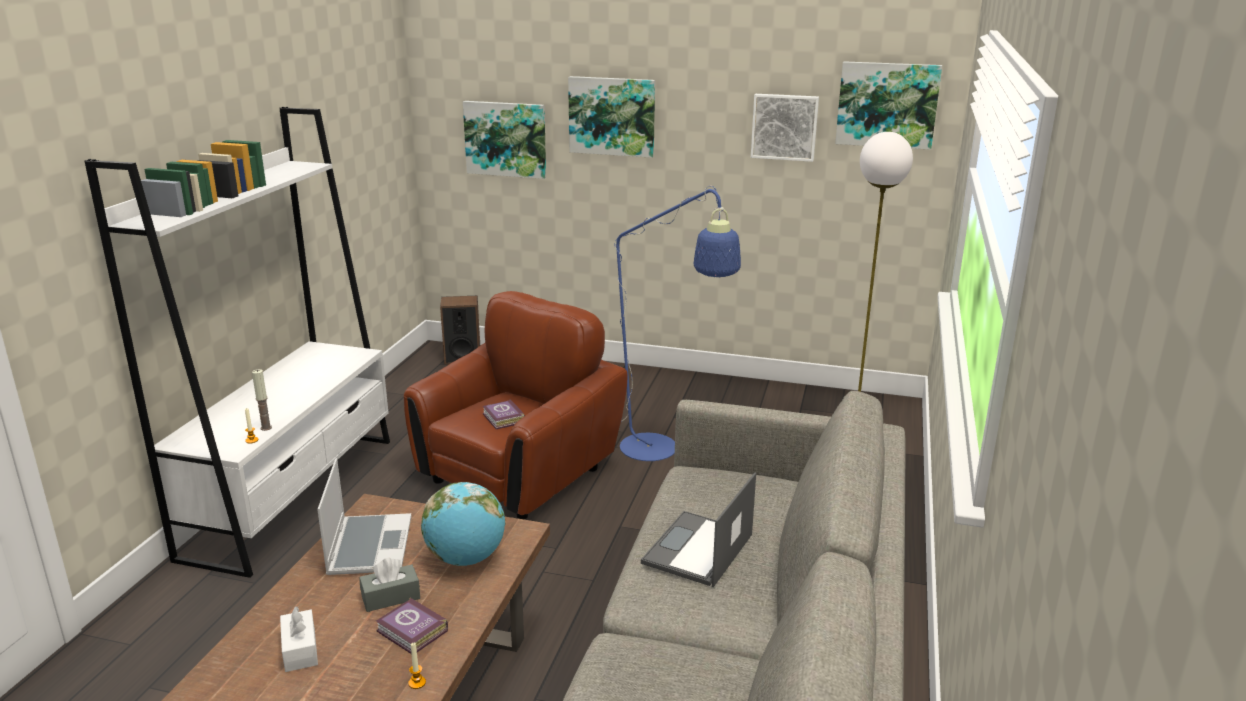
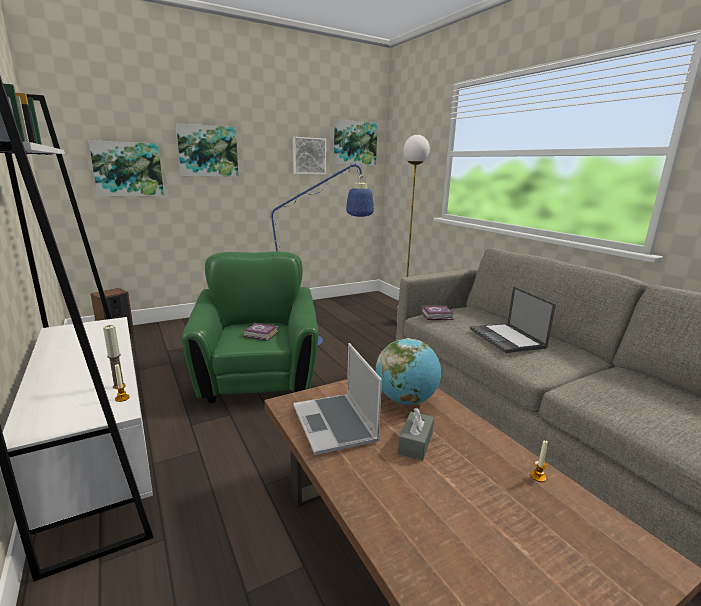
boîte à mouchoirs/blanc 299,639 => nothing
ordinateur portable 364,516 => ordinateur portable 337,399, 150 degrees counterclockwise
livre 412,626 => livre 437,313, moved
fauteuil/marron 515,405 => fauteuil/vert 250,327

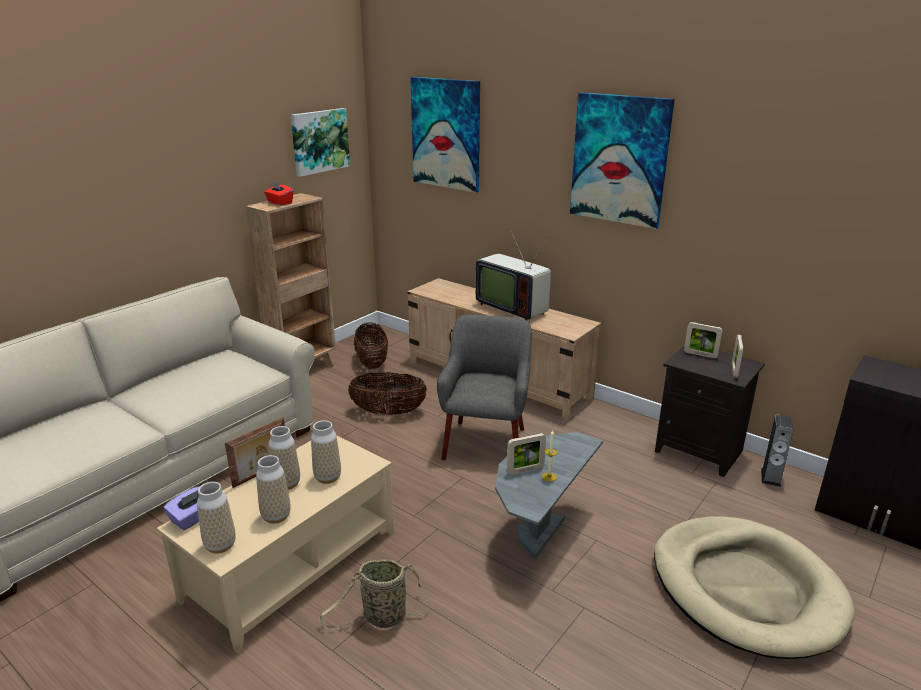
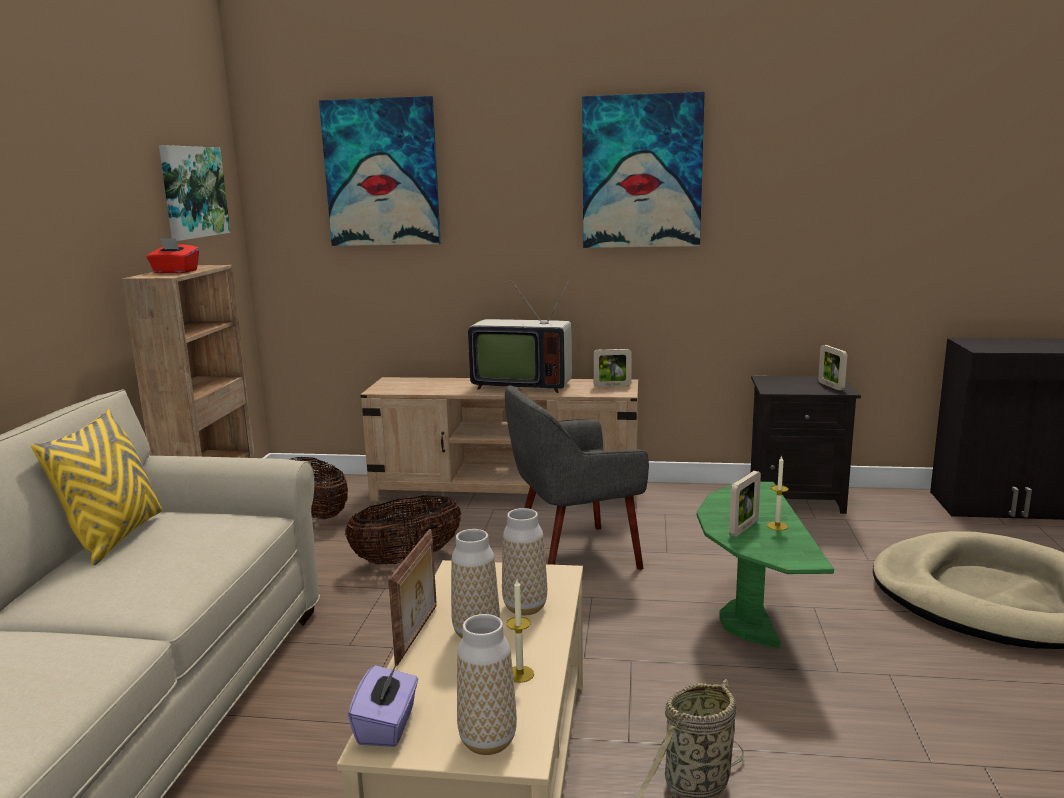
vase 273,489 => bougie 520,631
fauteuil/gris 484,387 => fauteuil/gris 577,477, 90 degrees counterclockwise
table d'appoint/gris 549,495 => table d'appoint/vert 765,565
cadre photo 703,340 => cadre photo 612,368, moved
enceinte 777,450 => nothing
nothing => coussin/jaune 96,487

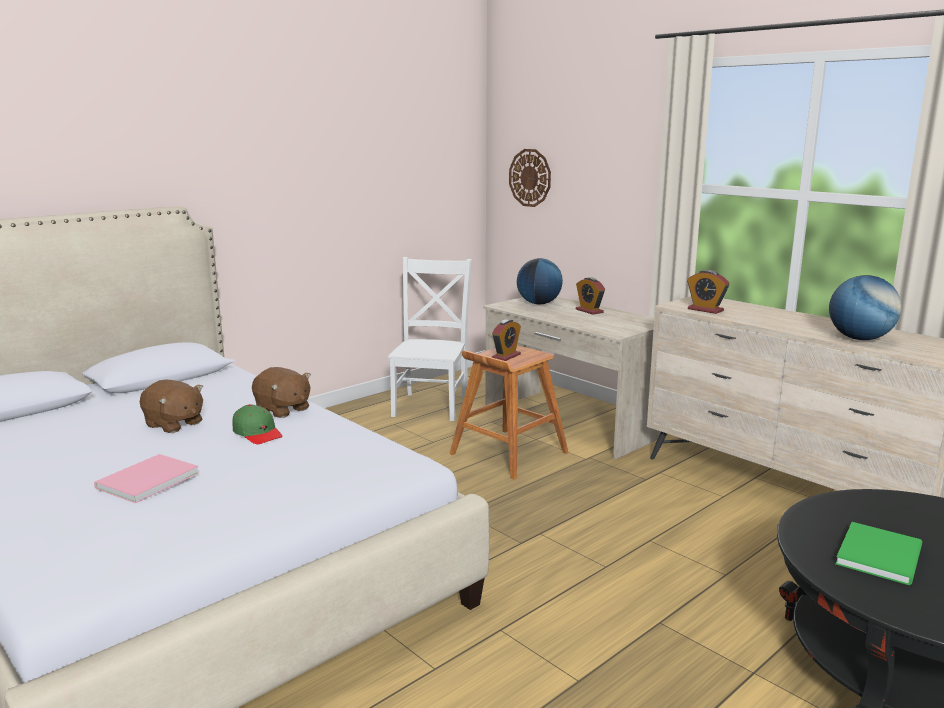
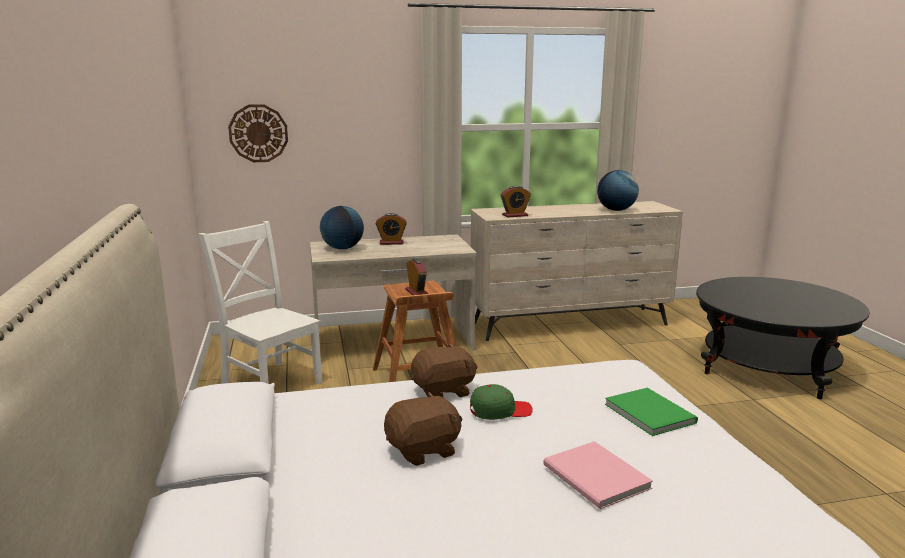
livre/vert 878,553 => livre/vert 651,412, moved

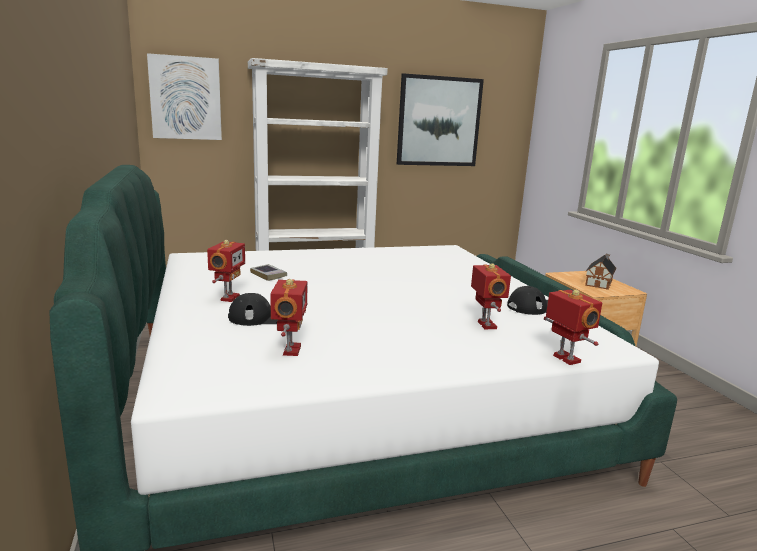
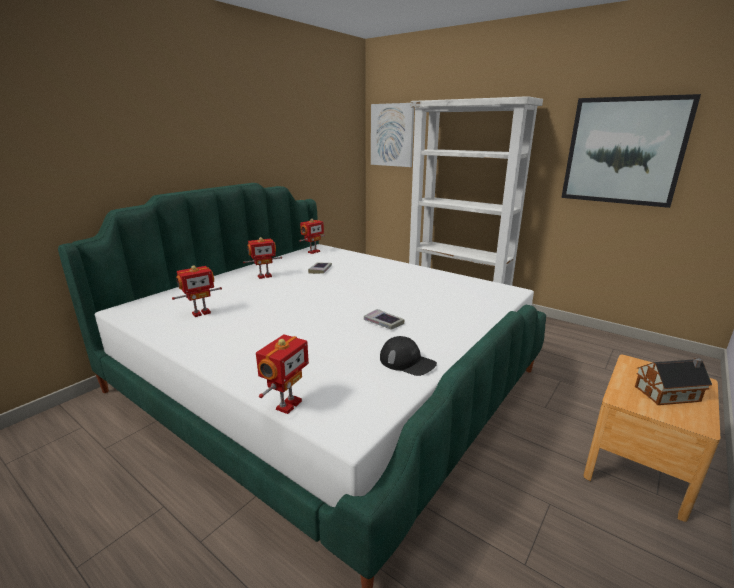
casquette/noir 252,309 => nothing
robot jouet 491,296 => robot jouet 312,236, moved
nothing => livre 384,319

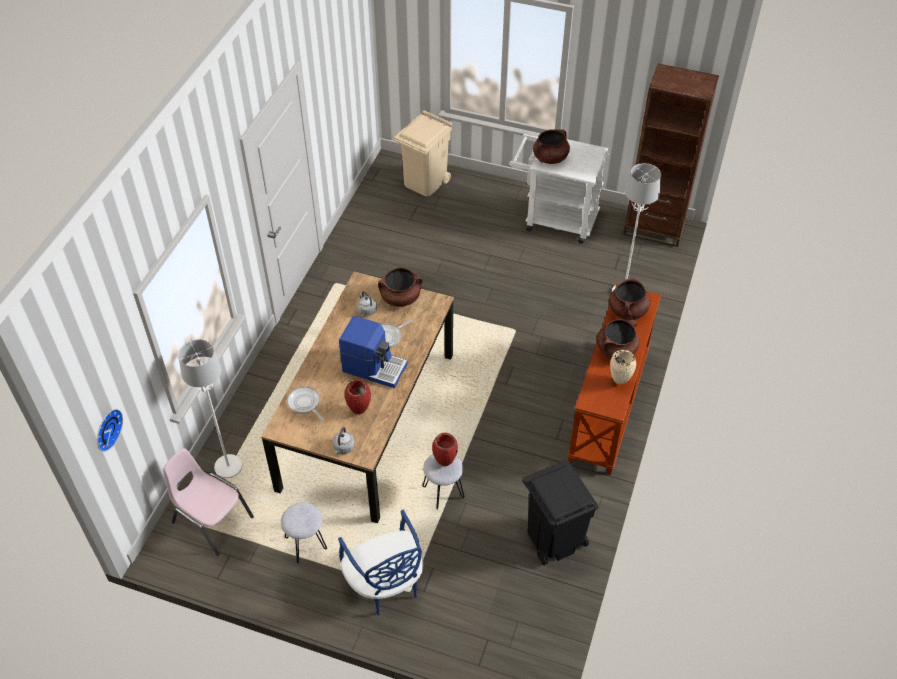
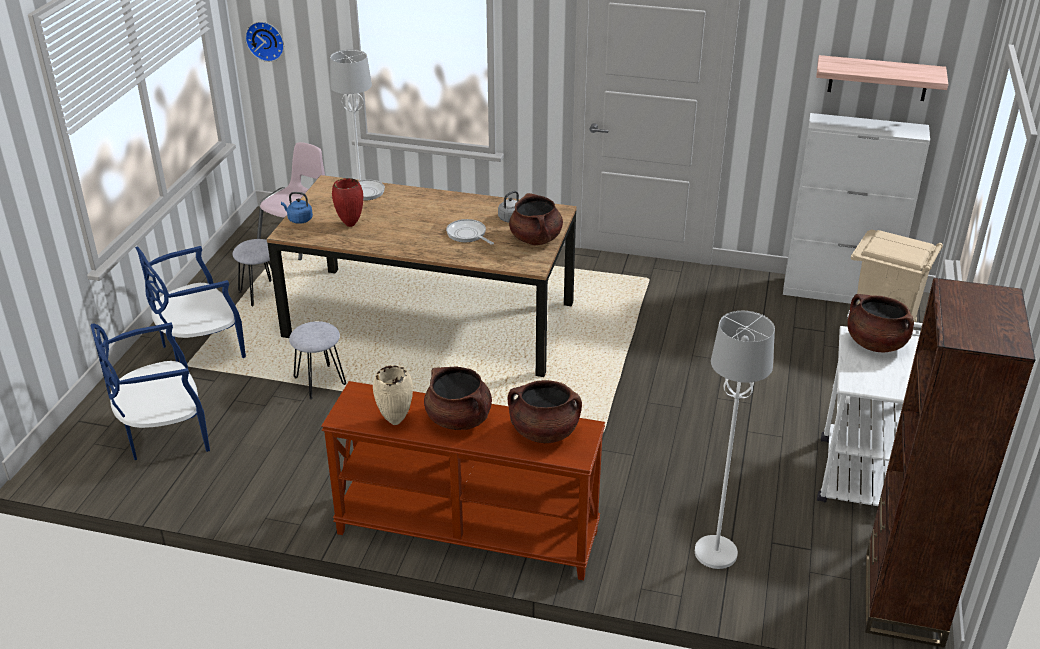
bouilloire/gris 344,440 => bouilloire/bleu 297,208
machine à café 373,352 => nothing
vase/rouge 445,449 => nothing
poubelle/noir 560,512 => nothing
nothing => chaise/bleu 150,391
nothing => meuble de rangement/blanc 856,208
nothing => étagère 882,78

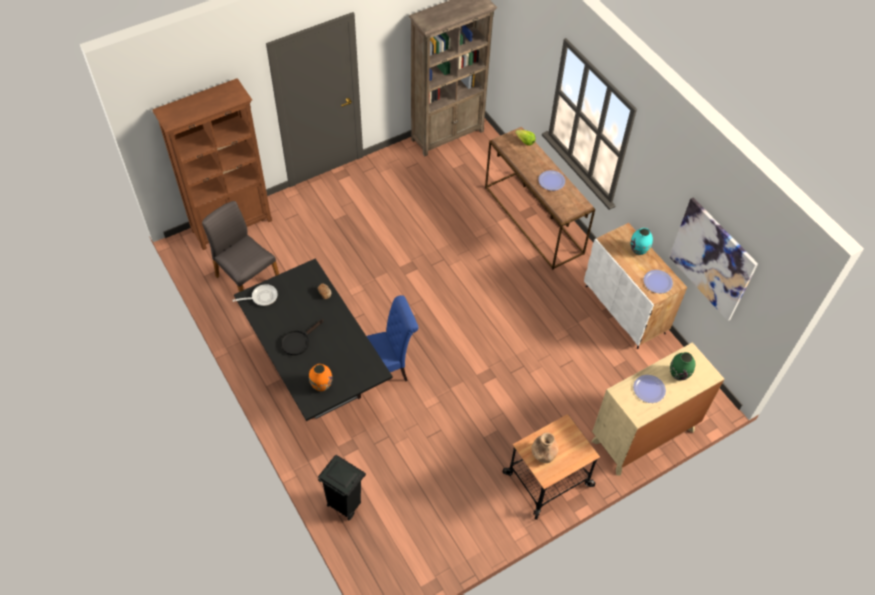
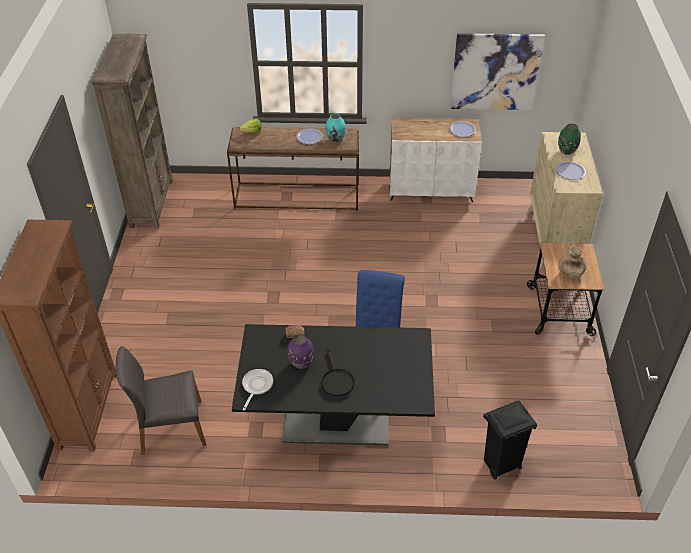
vase/orange 320,377 => nothing
vase/turquoise 642,241 => vase/turquoise 336,128, moved
nothing => vase/violet 301,351

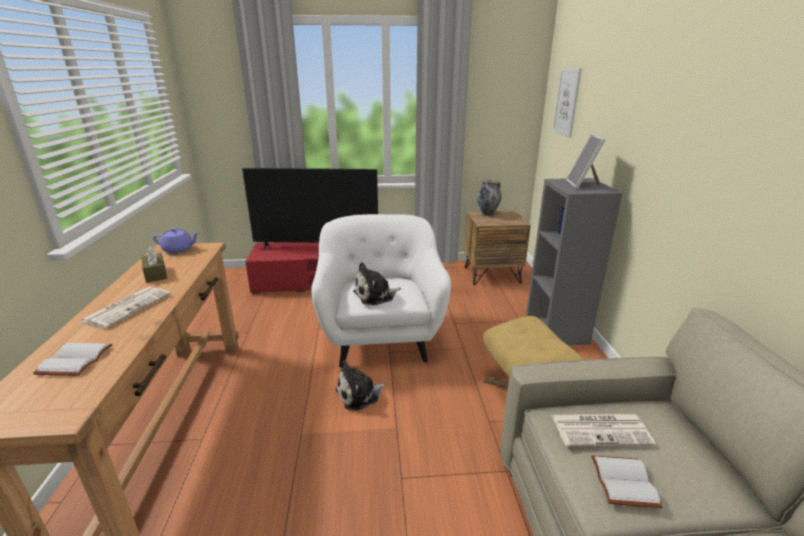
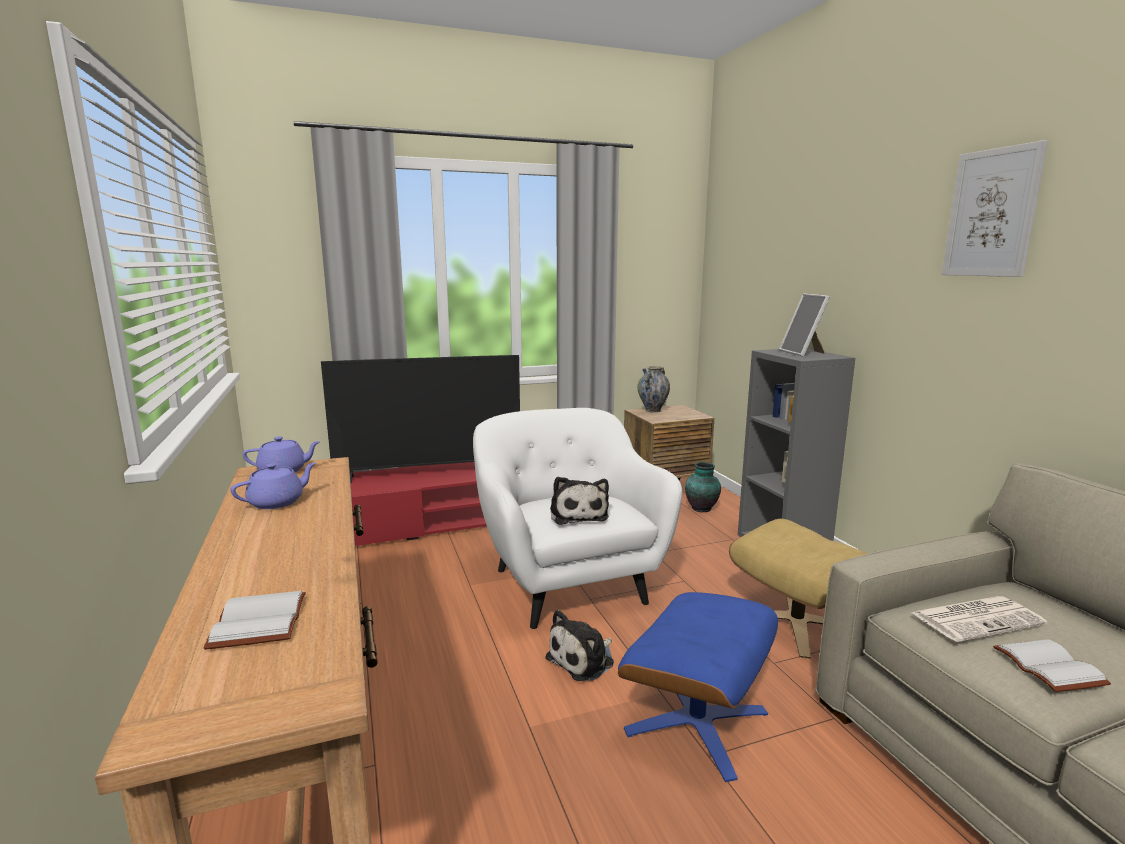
journal 125,308 => nothing
boîte à mouchoirs/marron 154,264 => théière/violet 274,485
peluche 377,284 => peluche 579,501, 60 degrees counterclockwise
tableau 567,102 => tableau 995,208, moved
nothing => pouf/bleu 698,687
nothing => vase 703,487

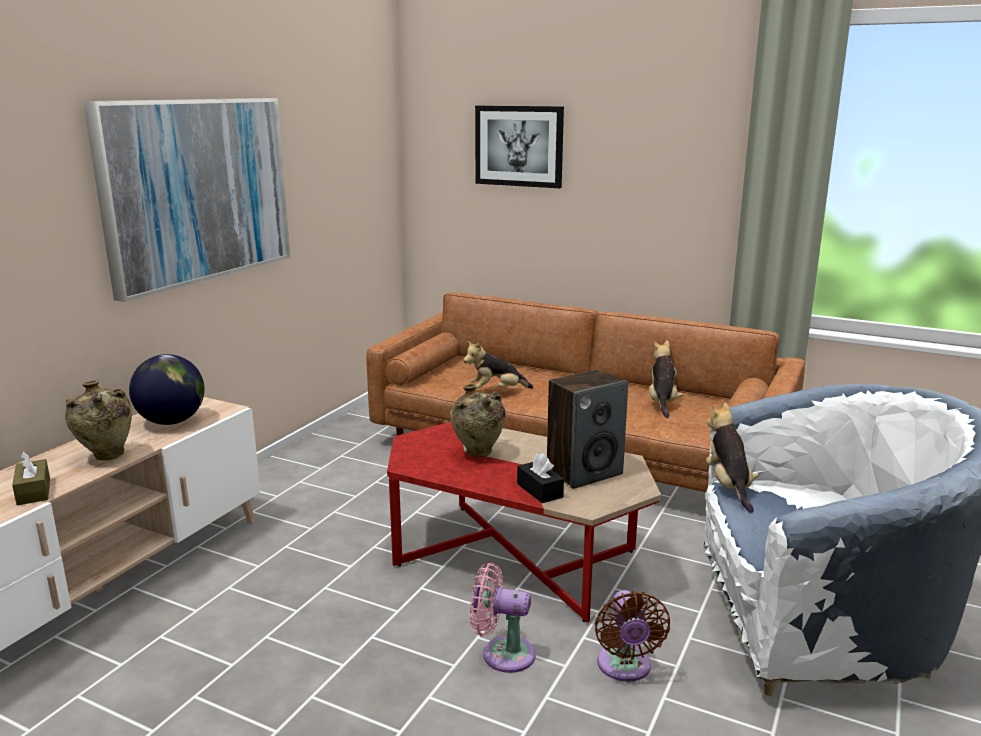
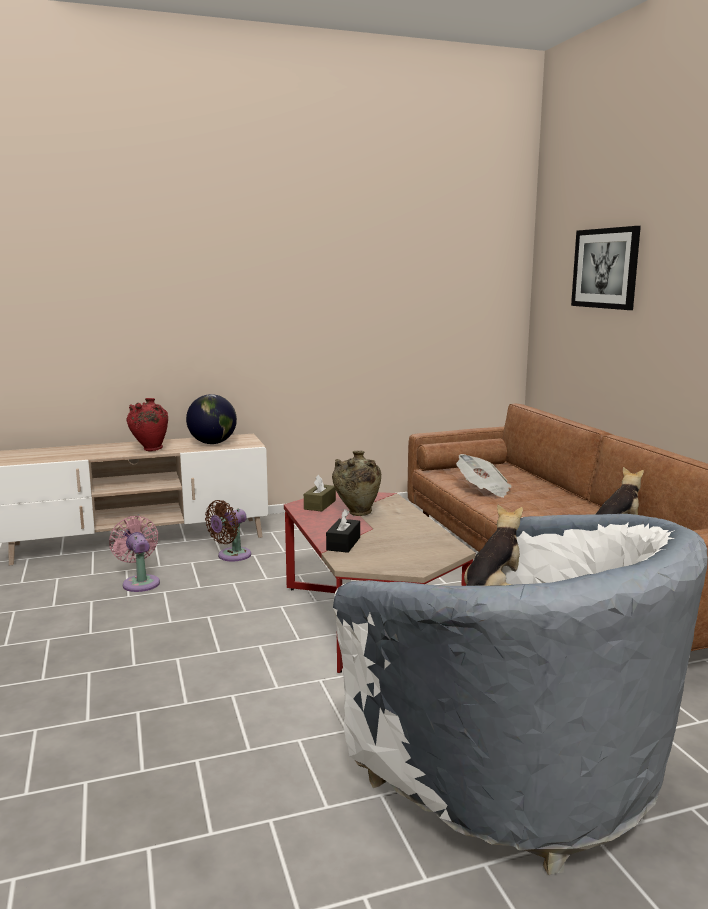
boîte à mouchoirs/marron 31,478 => boîte à mouchoirs/marron 320,493, moved
vase/beige 98,420 => vase/rouge 147,424
tableau 186,200 => nothing
peluche 498,365 => journal 483,476
ventilateur/rose 503,618 => ventilateur/rose 134,554, moved
enceinte 587,429 => nothing
ventilateur/marron 632,636 => ventilateur/marron 228,530, moved

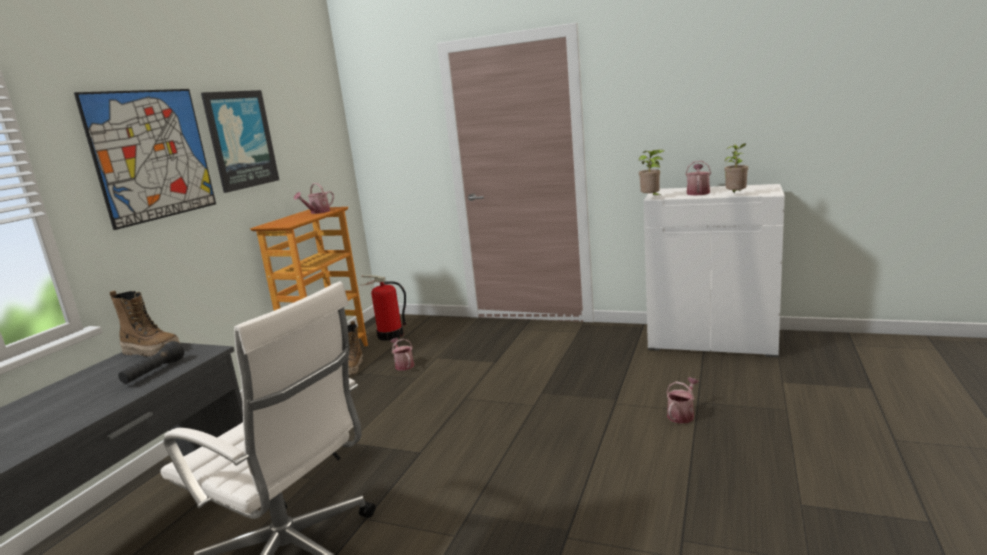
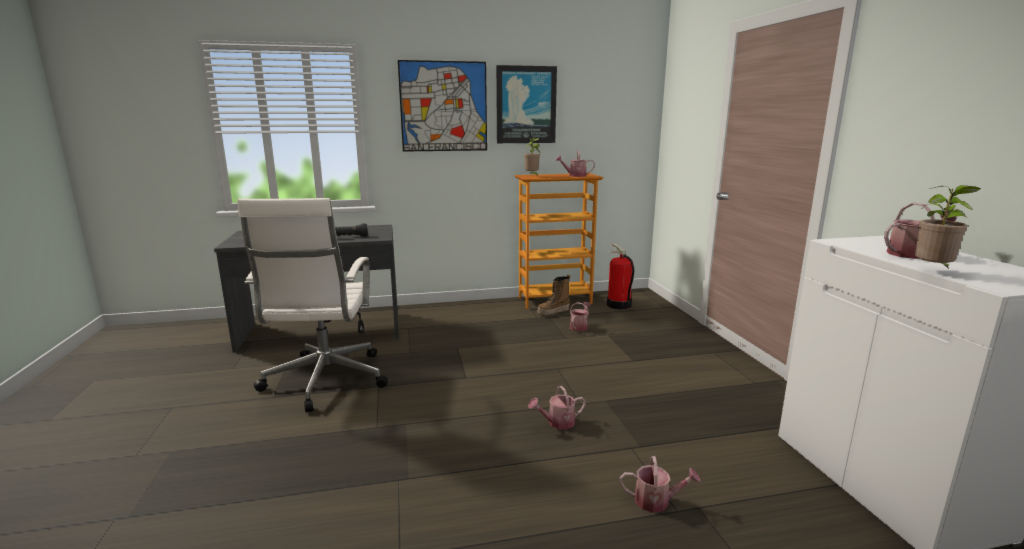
botte 145,323 => nothing
plante en pot 652,172 => plante en pot 532,157, moved
nothing => arrosoir 557,407

